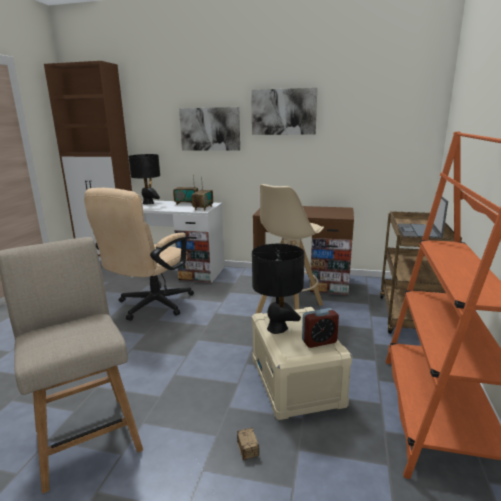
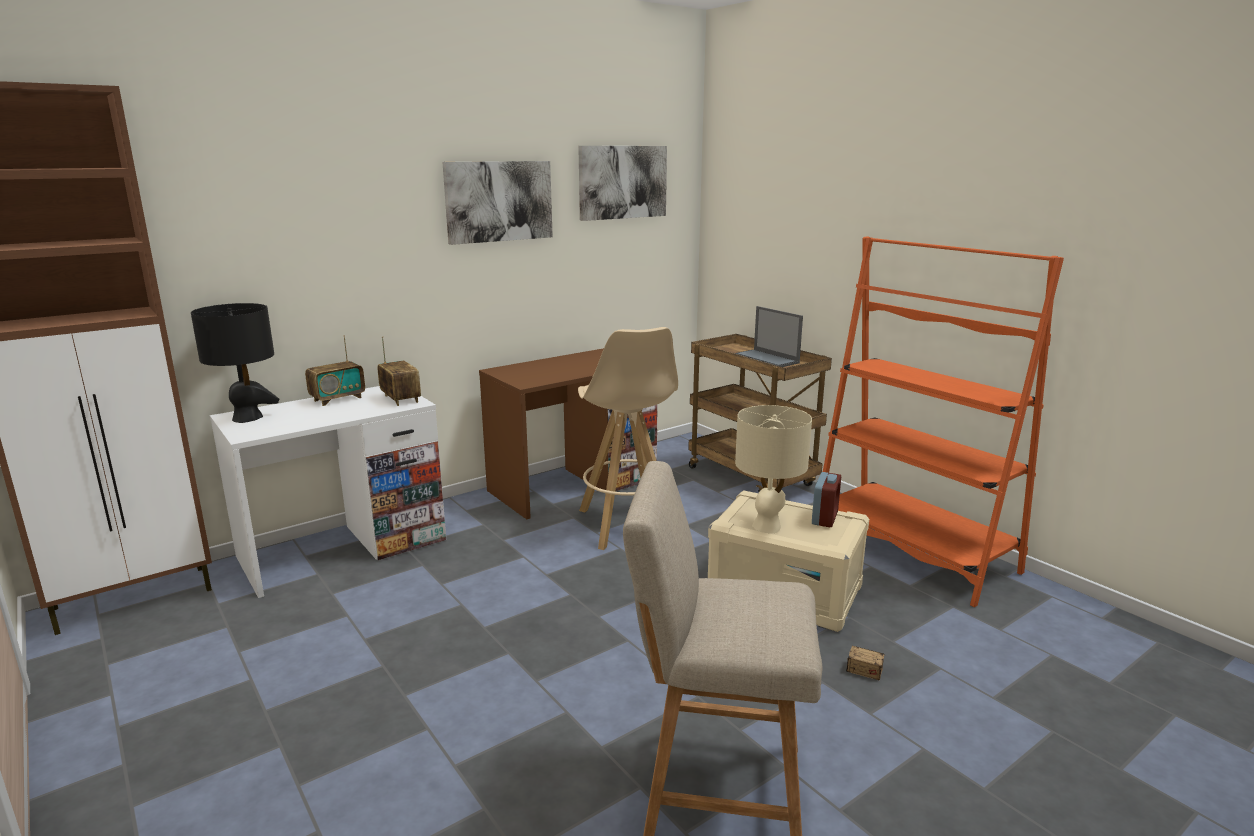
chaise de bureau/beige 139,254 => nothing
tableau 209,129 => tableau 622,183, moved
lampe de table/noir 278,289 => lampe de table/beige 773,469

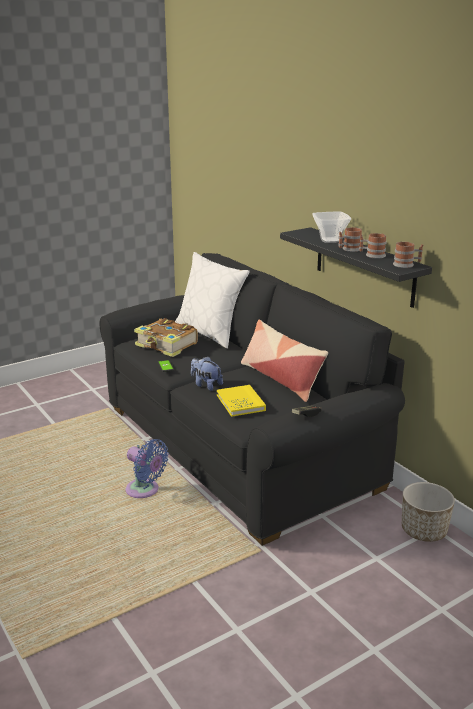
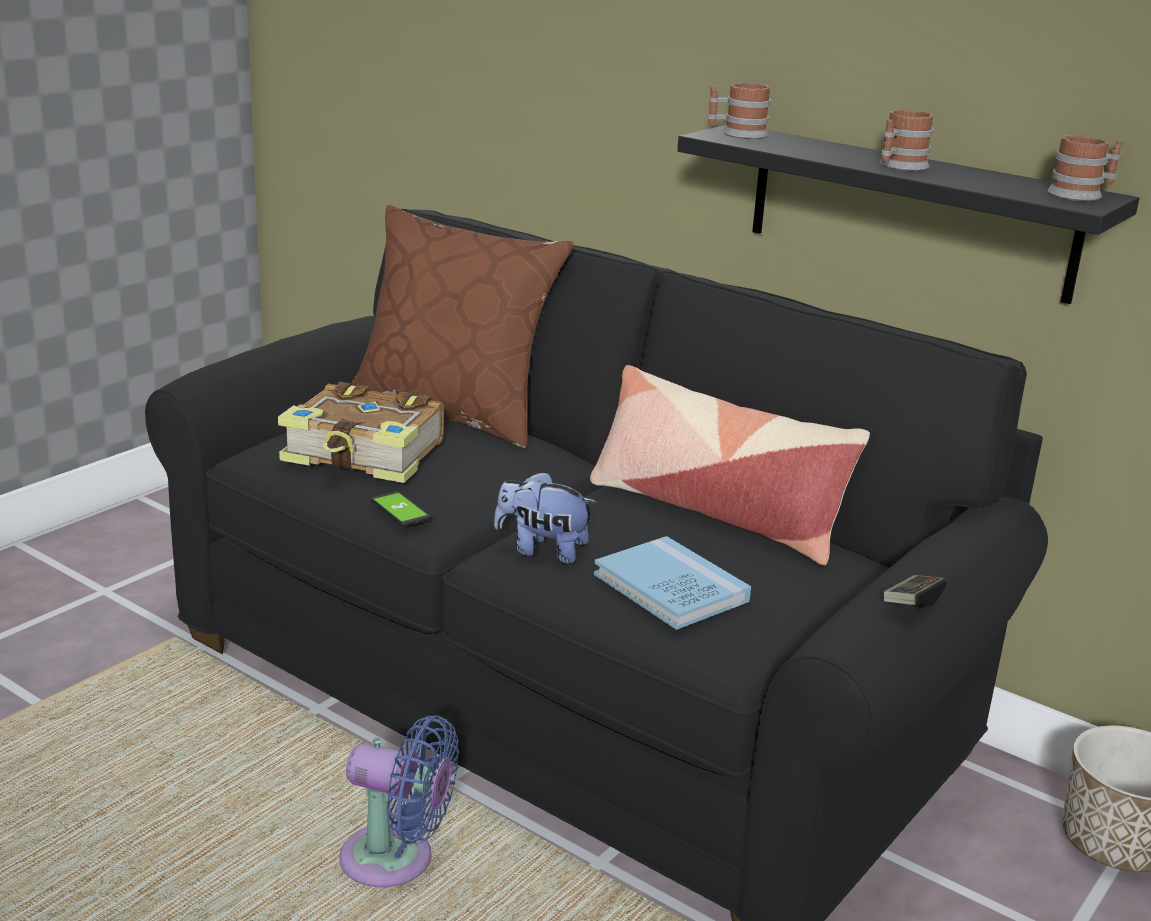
coussin/blanc 212,300 => coussin/marron 462,327
livre/jaune 241,401 => livre/bleu 672,583
bol 331,227 => nothing
mug 373,246 => mug 739,111, moved

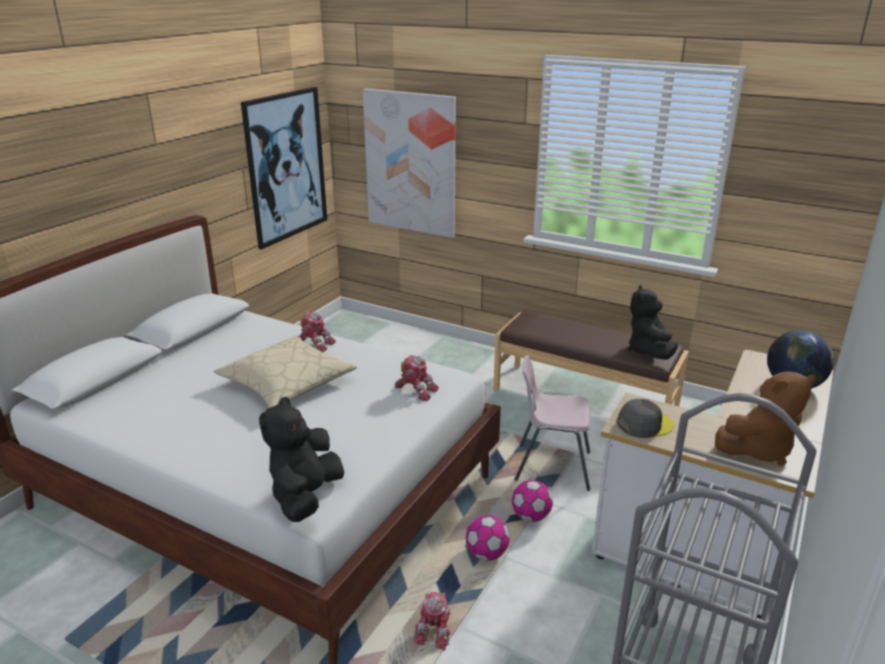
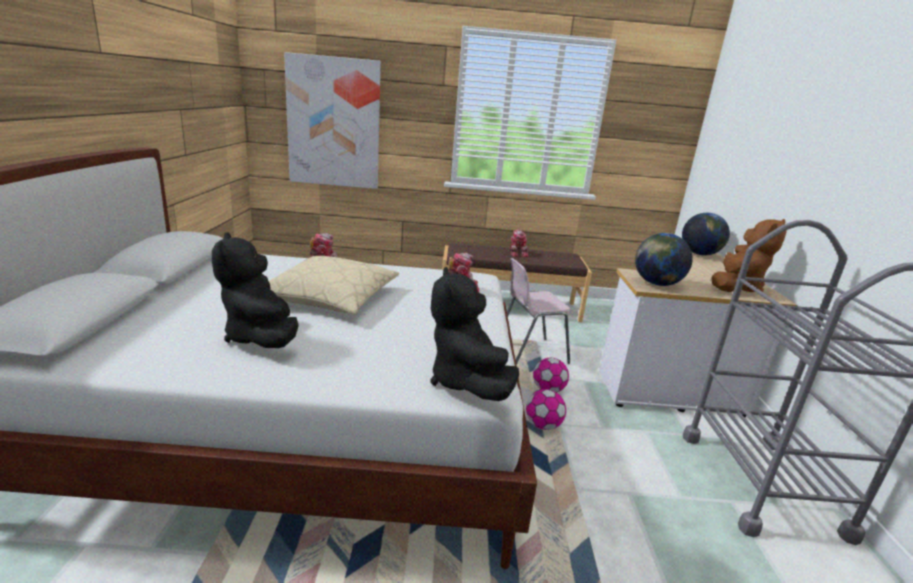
tableau 284,168 => nothing
robot jouet 432,621 => robot jouet 519,243, moved
casquette/gris 645,418 => globe 664,259
peluche/noir 653,322 => peluche/noir 255,290, moved

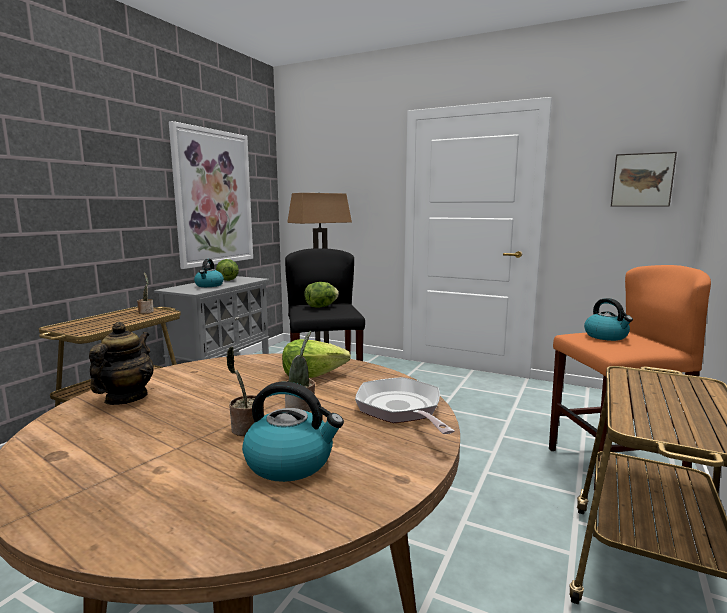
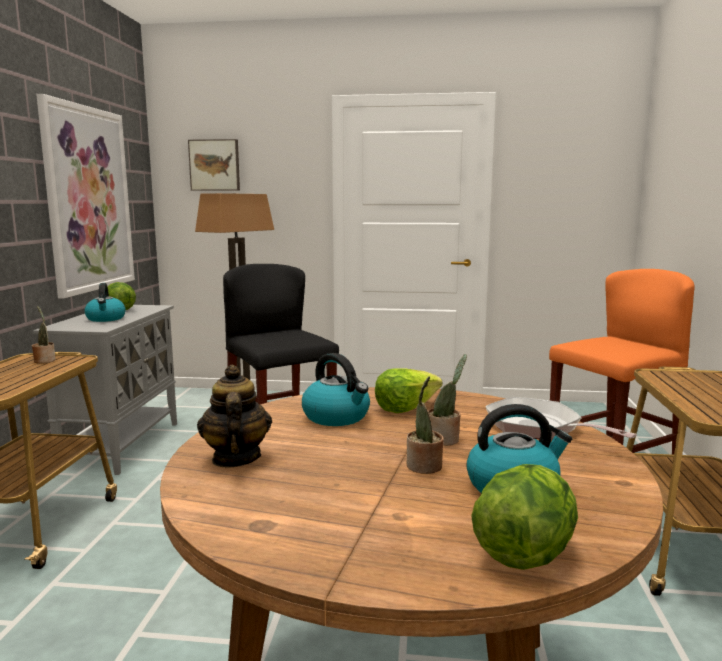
laitue 321,295 => laitue 524,517, moved
bouilloire 608,319 => bouilloire 336,389, moved
tableau 644,179 => tableau 214,165, moved

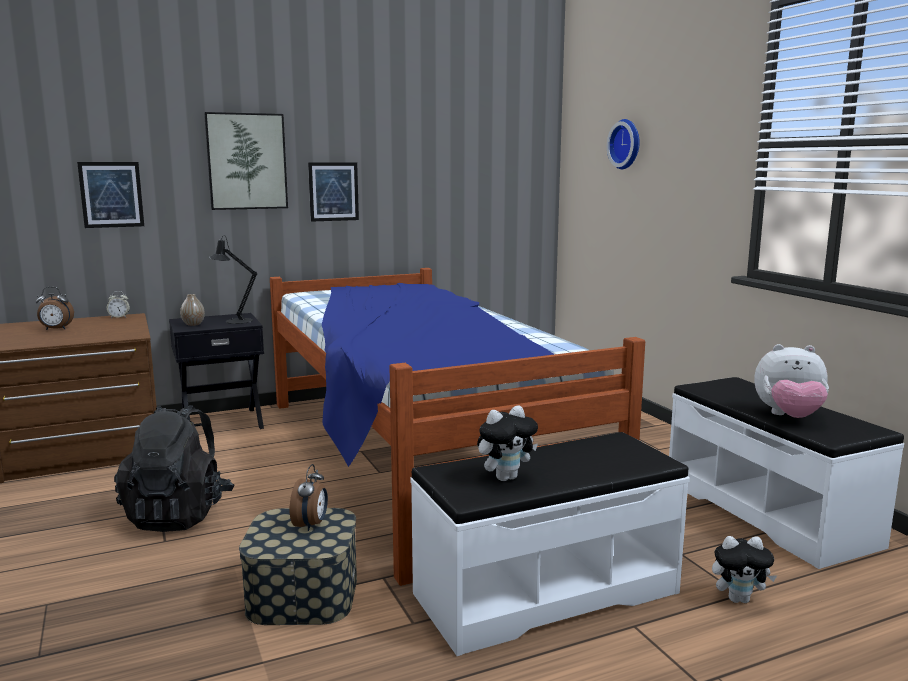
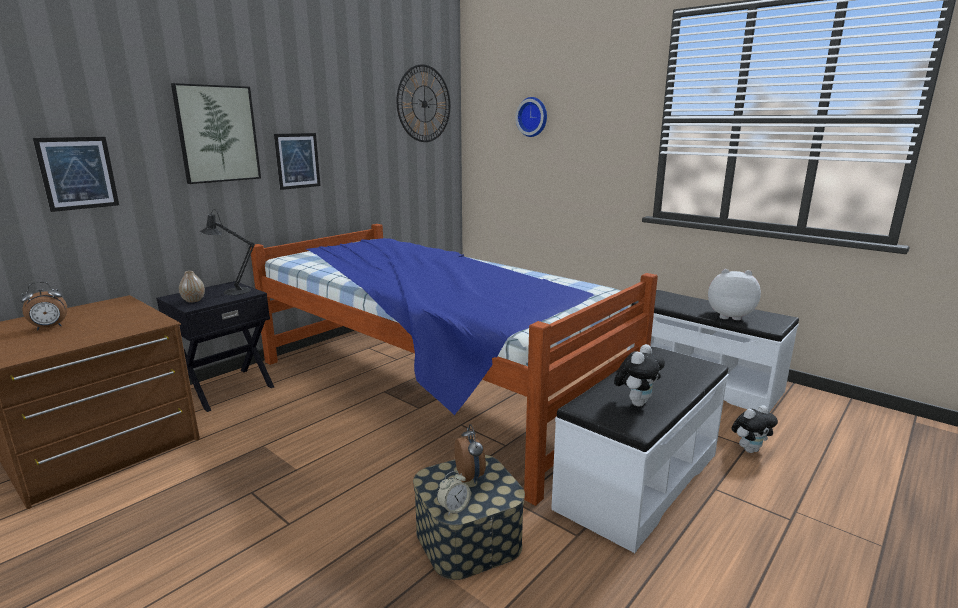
réveil 118,304 => réveil 454,493, moved
sac à dos/noir 174,468 => nothing
peluche 791,381 => peluche 734,294, 150 degrees counterclockwise
nothing => horloge murale 423,103

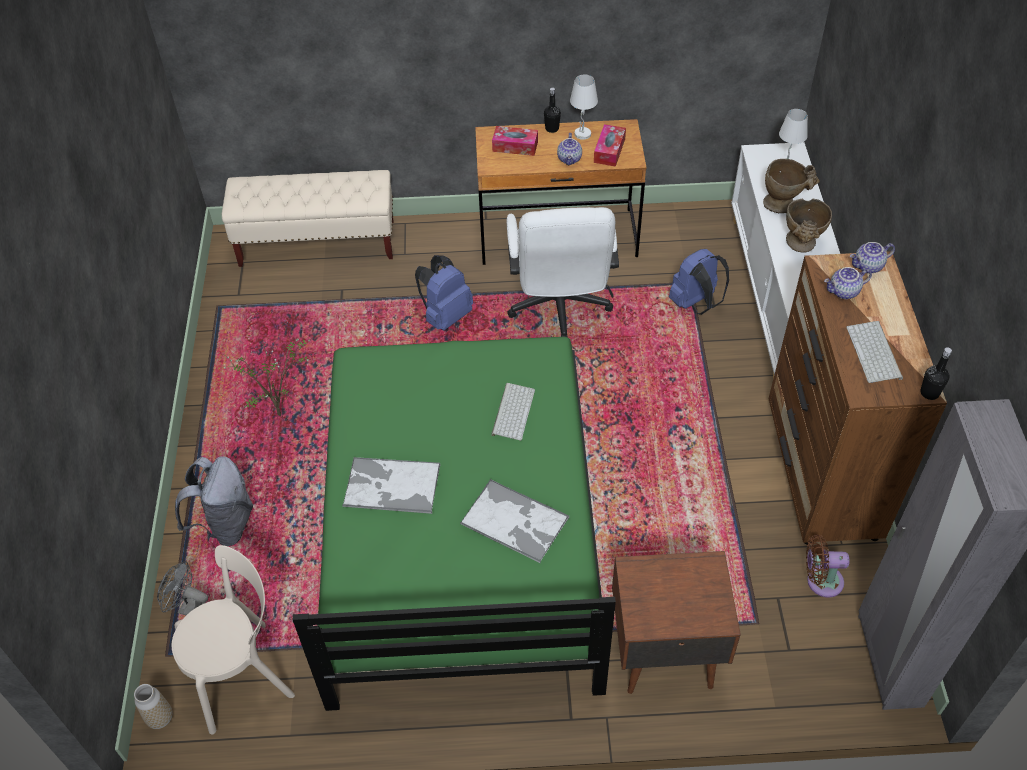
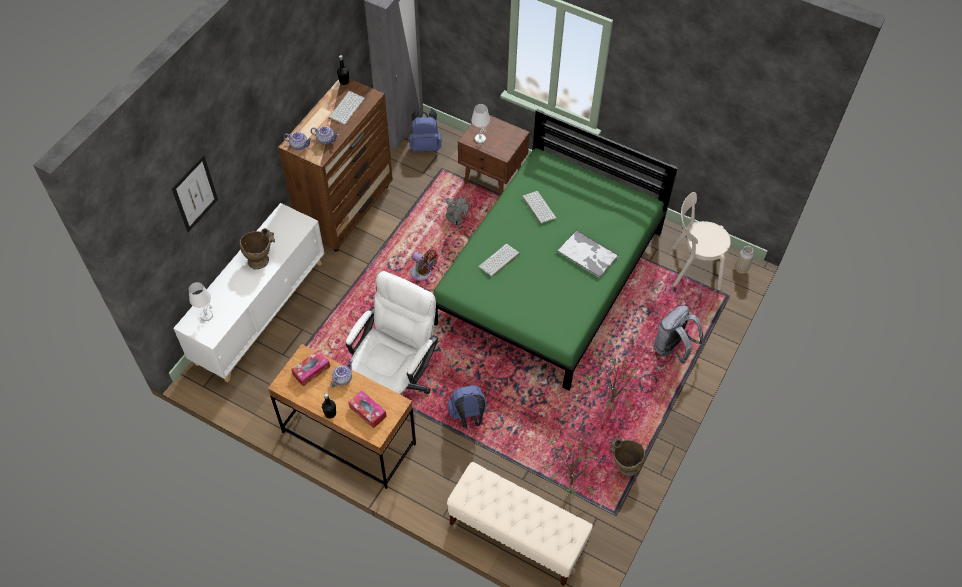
ventilateur/gris 182,588 => ventilateur/gris 457,211, moved
plateau 514,521 => clavier 539,208
lampe de table/blanc 584,107 => lampe de table/blanc 480,123, moved
sac à dos/bleu 699,282 => sac à dos/bleu 425,130, moved
vase/beige 791,186 => vase/beige 627,457, moved
ventilateur/marron 828,566 => ventilateur/marron 424,265, moved
nothing => tableau 194,193
nothing => plante en pot 573,466

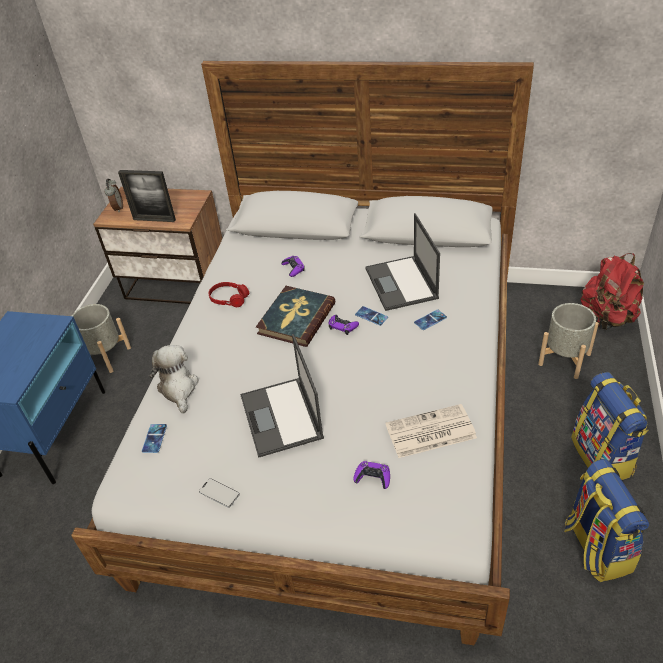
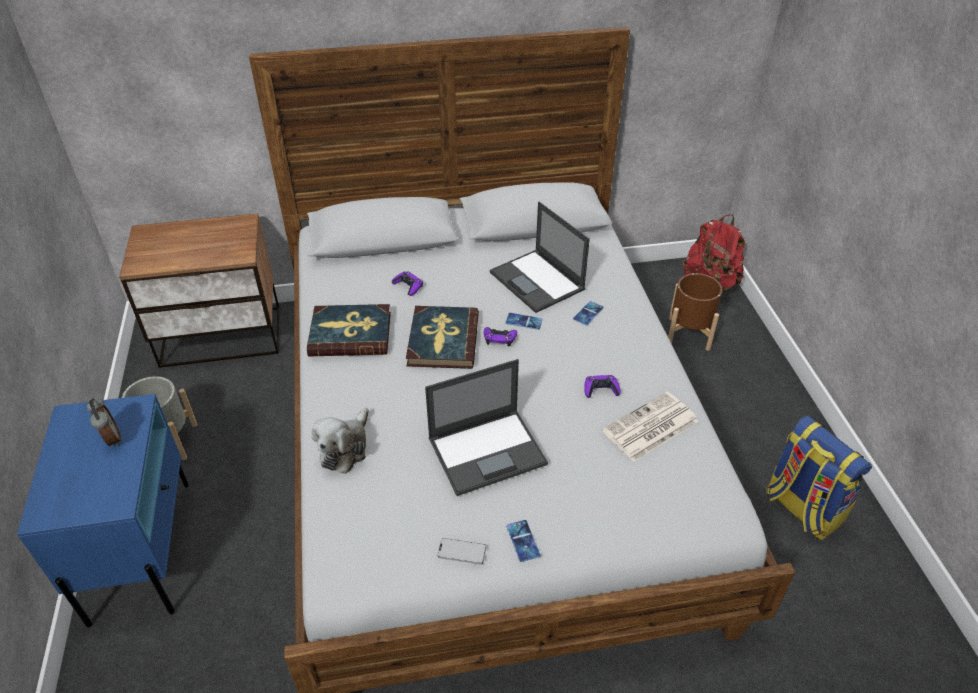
réveil 114,196 => réveil 104,422, moved
cadre photo 147,196 => nothing
téléphone 154,438 => téléphone 523,541, moved
peluche 174,379 => peluche 340,441, 120 degrees counterclockwise
casque audio/rouge 229,294 => livre 349,330
ordinateur portable 282,396 => ordinateur portable 486,427, 75 degrees counterclockwise
manette/violet 371,475 => manette/violet 602,386, moved
cache-pot/gris 568,341 => cache-pot/marron 695,312
sac à dos 610,426 => nothing

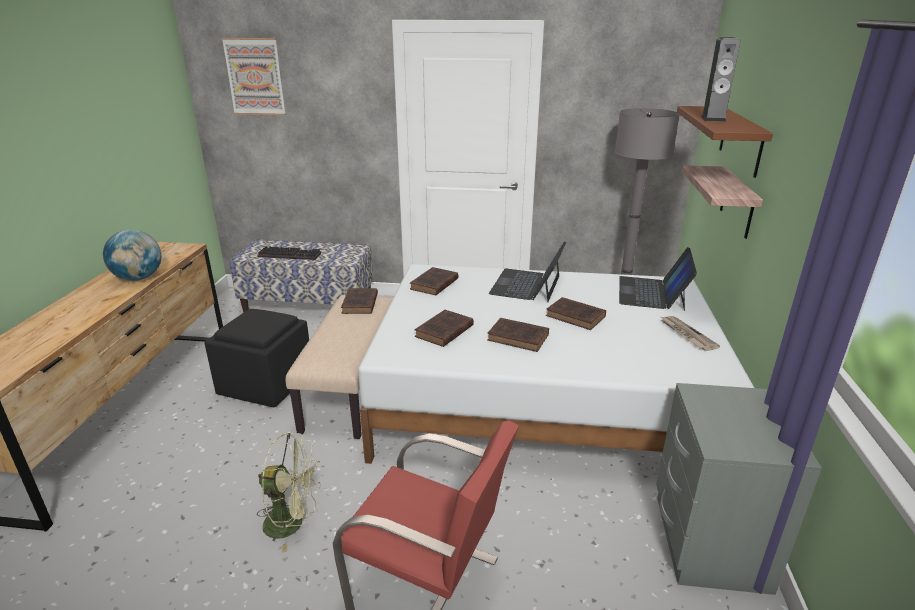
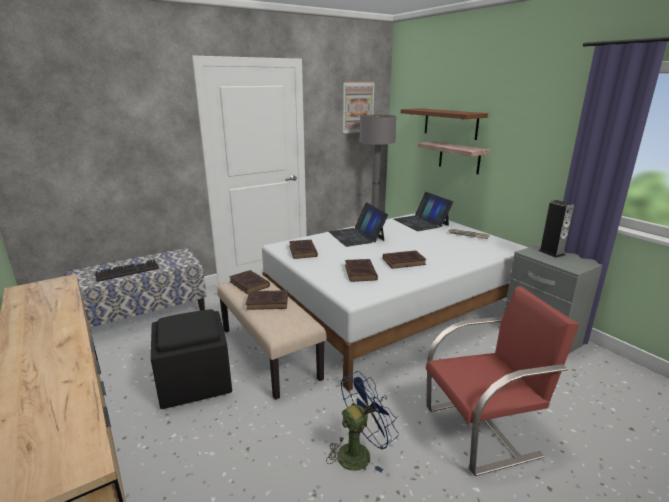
globe 132,255 => nothing
tableau 253,76 => tableau 359,107, moved
ventilateur/vert 289,493 => ventilateur/bleu 362,421
livre/marron 576,313 => livre/marron 267,300, moved
enceinte 720,79 => enceinte 556,229, moved

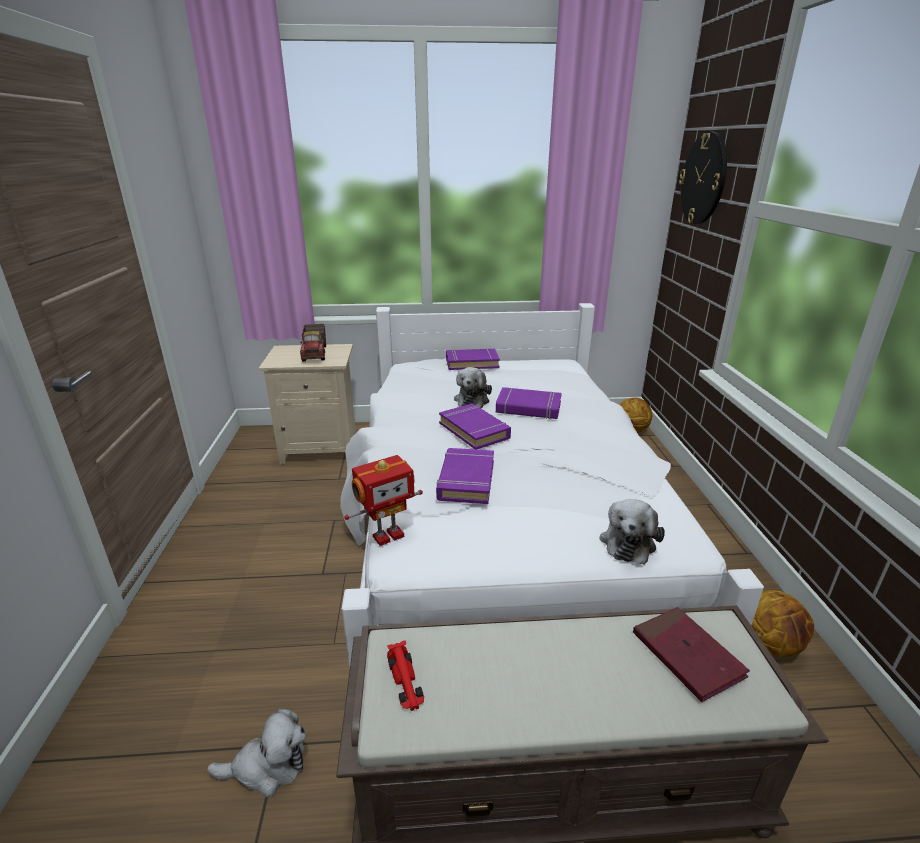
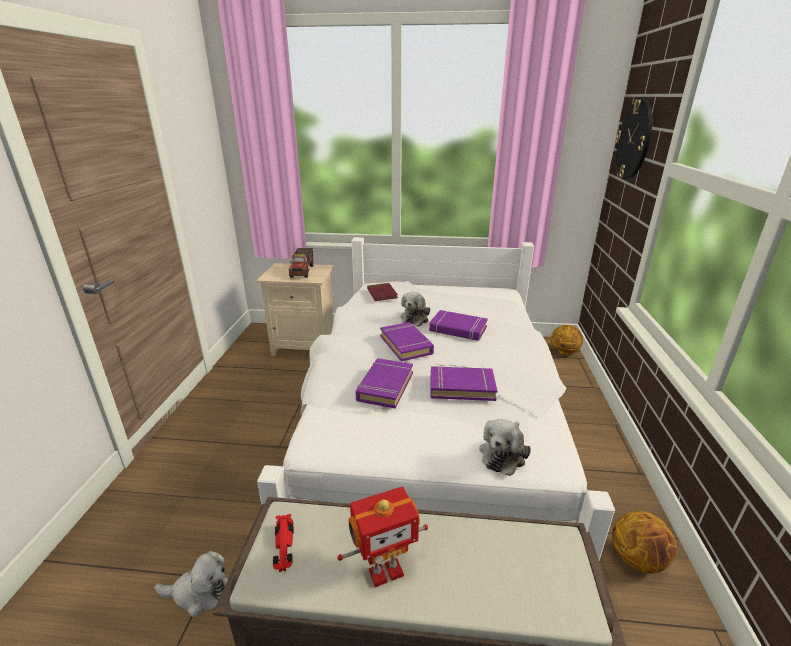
robot jouet 383,500 => robot jouet 382,536, moved
livre/violet 473,359 => livre/violet 464,383, moved
livre/rouge 691,654 => livre/rouge 382,292, moved

